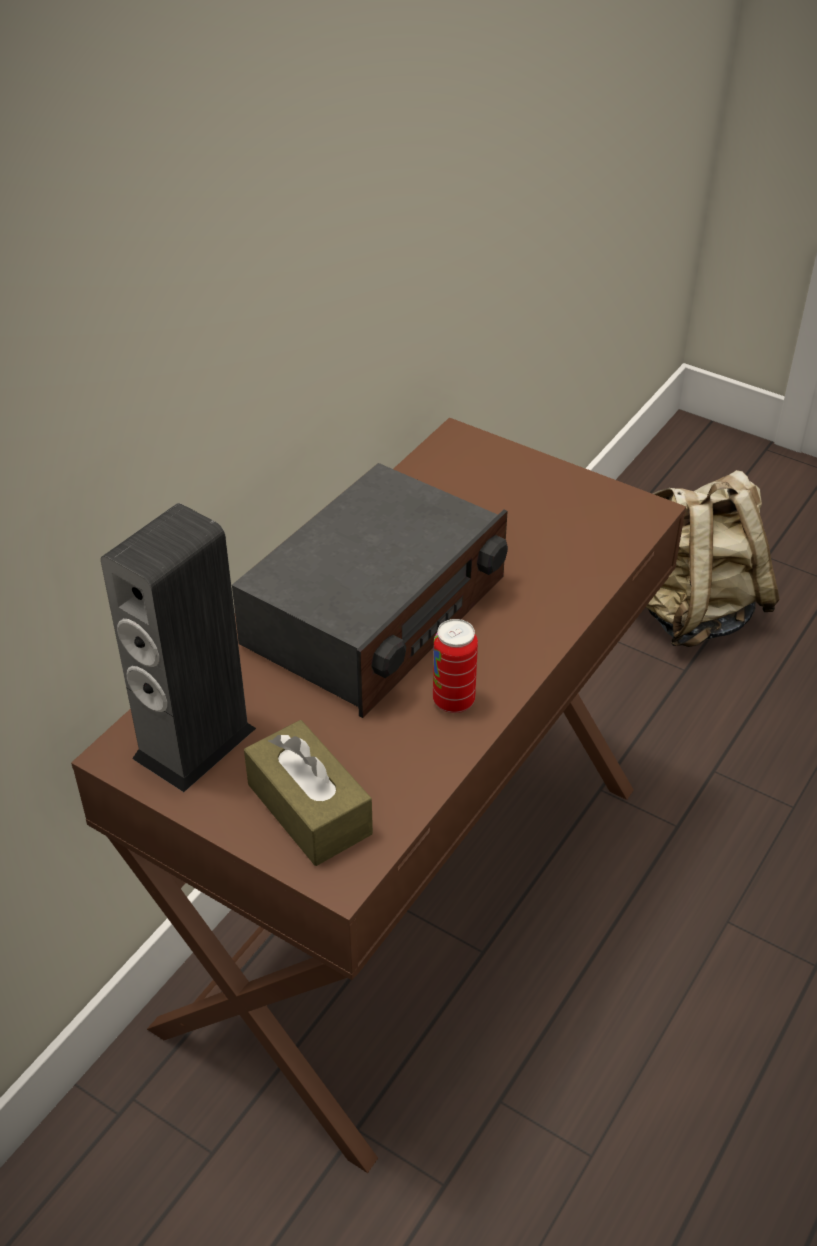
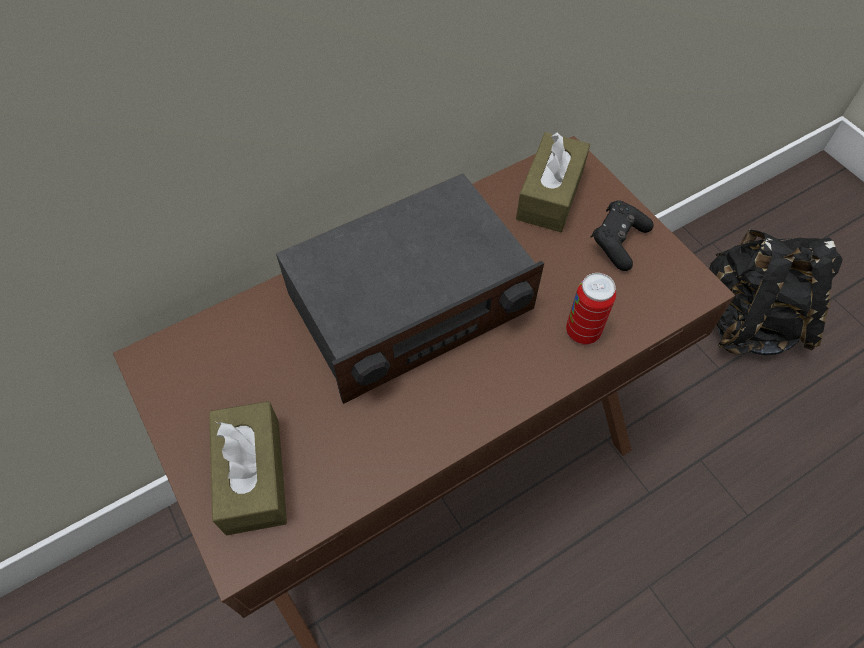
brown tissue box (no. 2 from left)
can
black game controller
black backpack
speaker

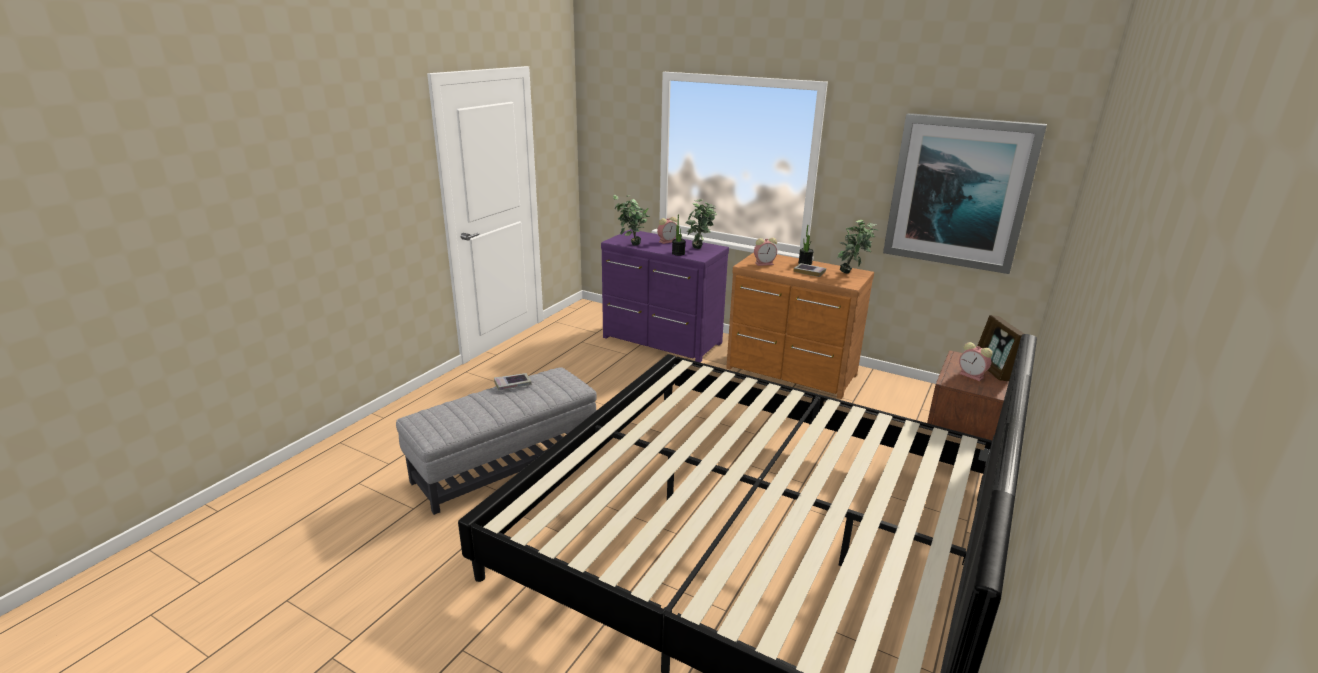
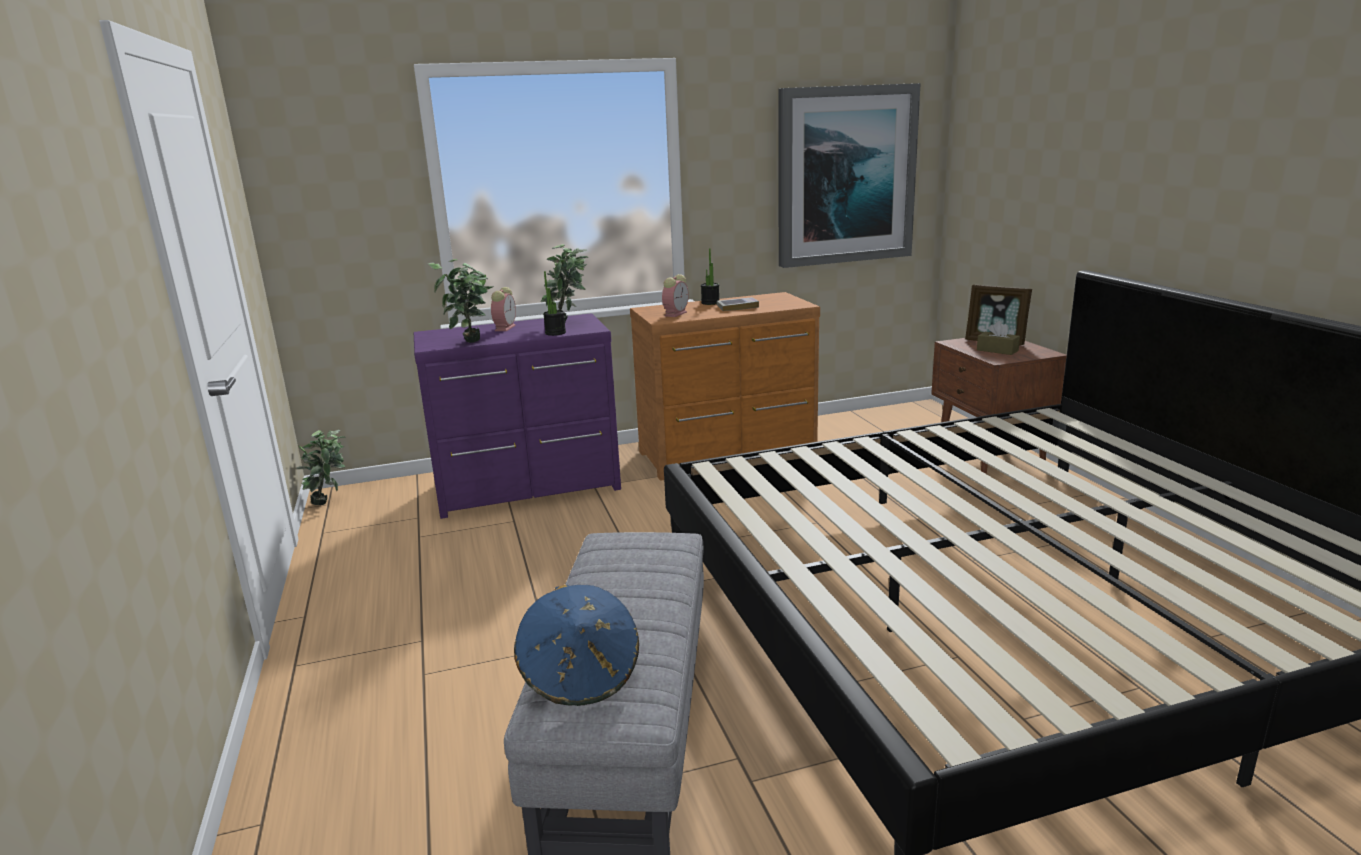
potted plant (no. 1 from left)
blue hat
brown tissue box
book (no. 1 from left in the first image)

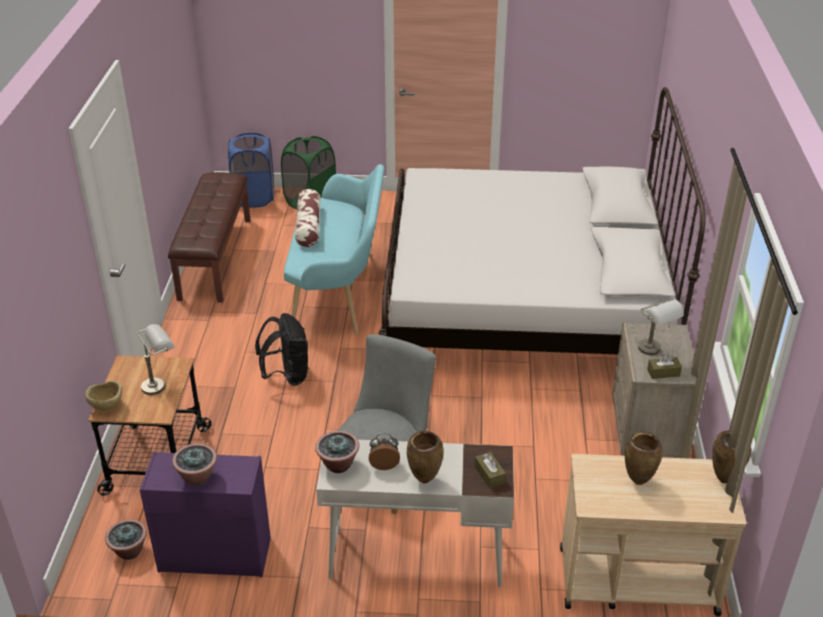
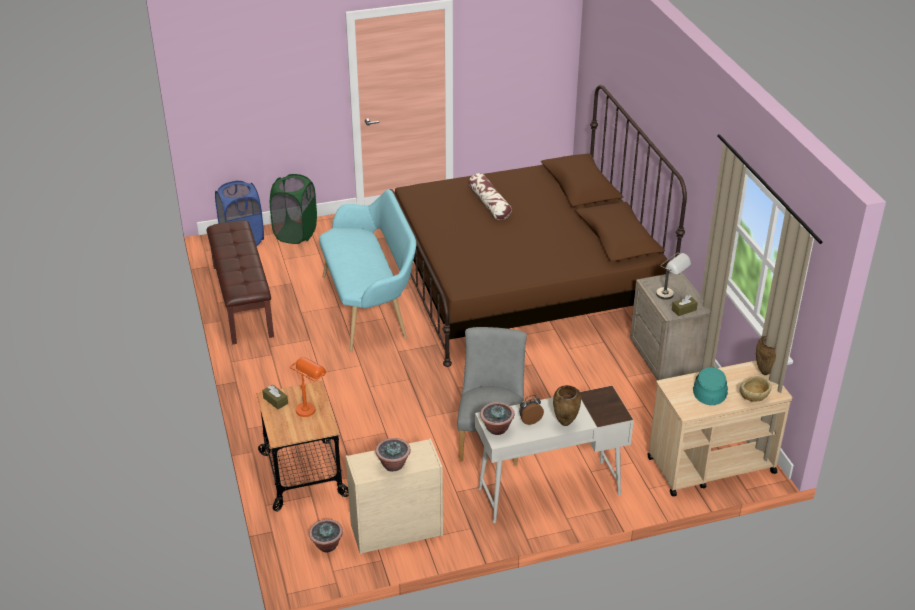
brown tissue box (no. 1 from left)
orange table lamp
beige dresser
brown bed
pillow
turquoise hat
beige bowl
black backpack

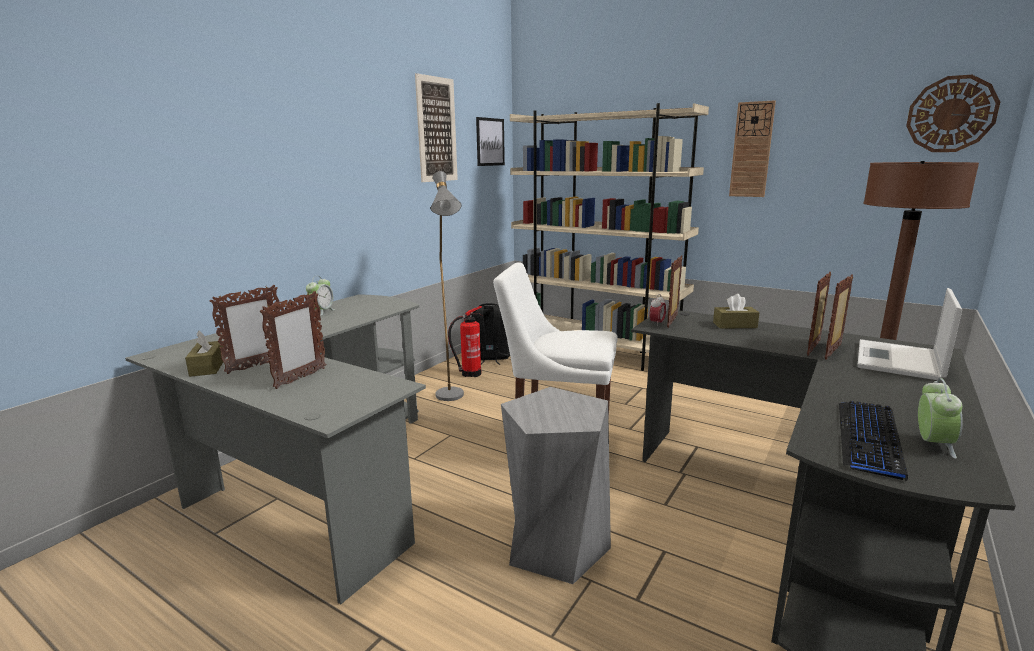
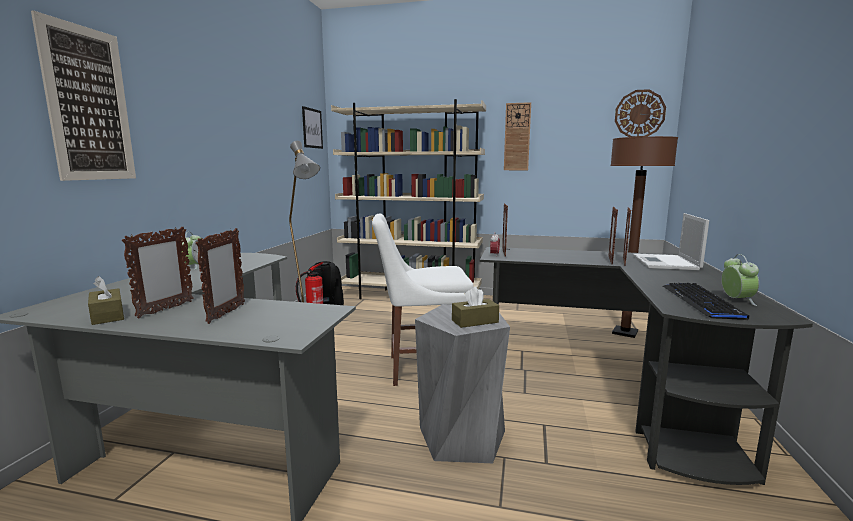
picture (no. 1 from left)
brown tissue box (no. 2 from left)

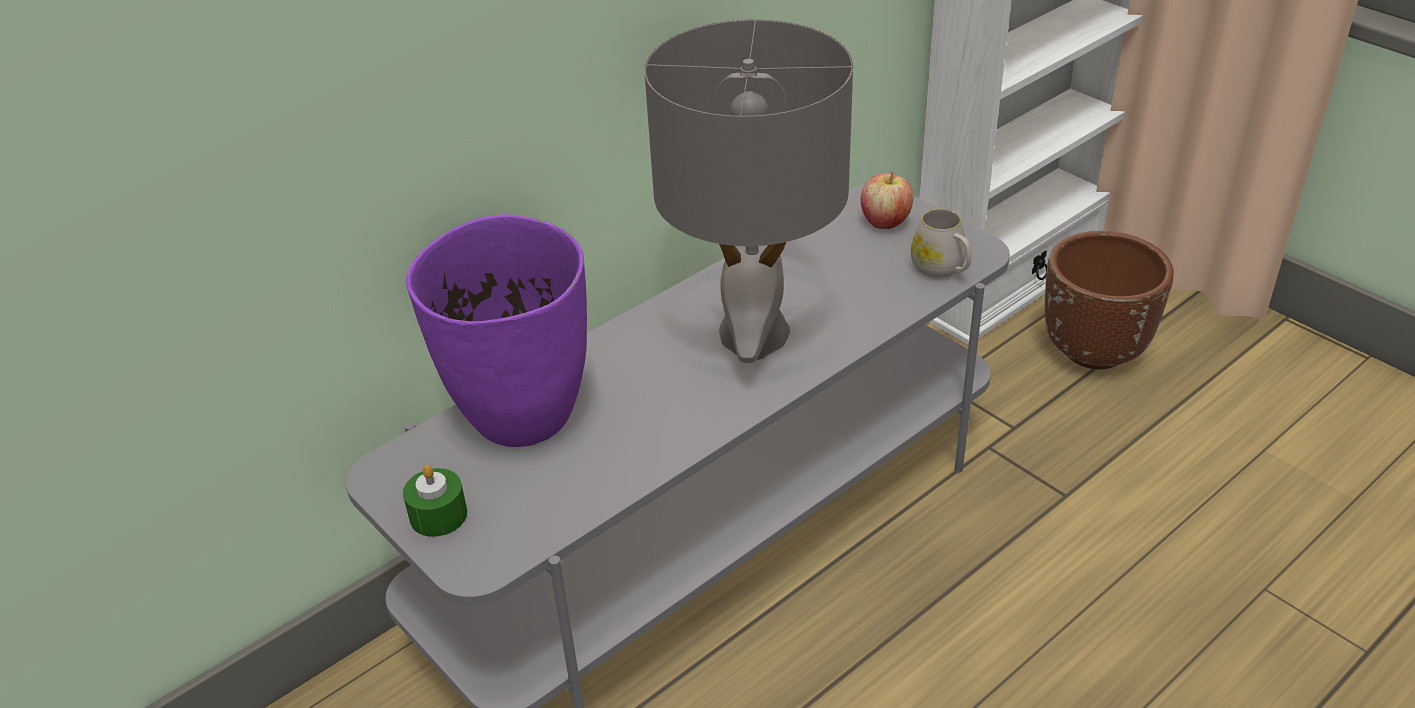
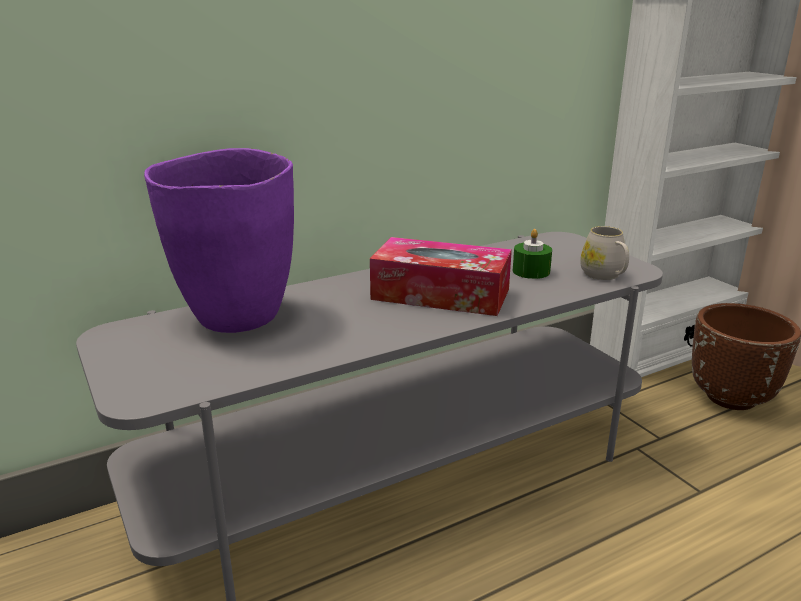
tissue box
green candle
apple

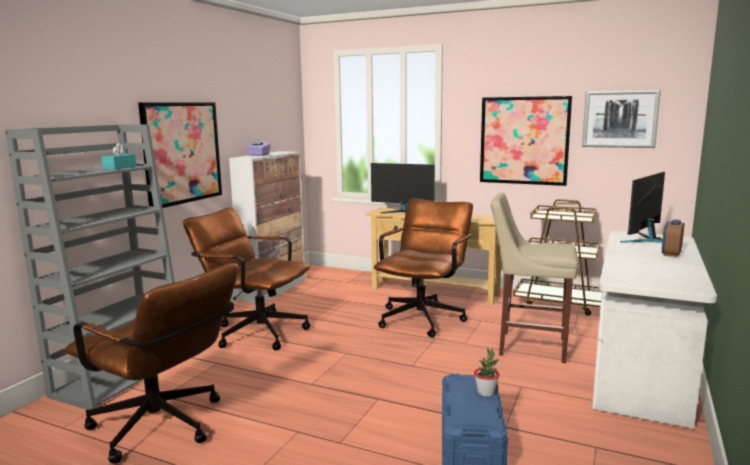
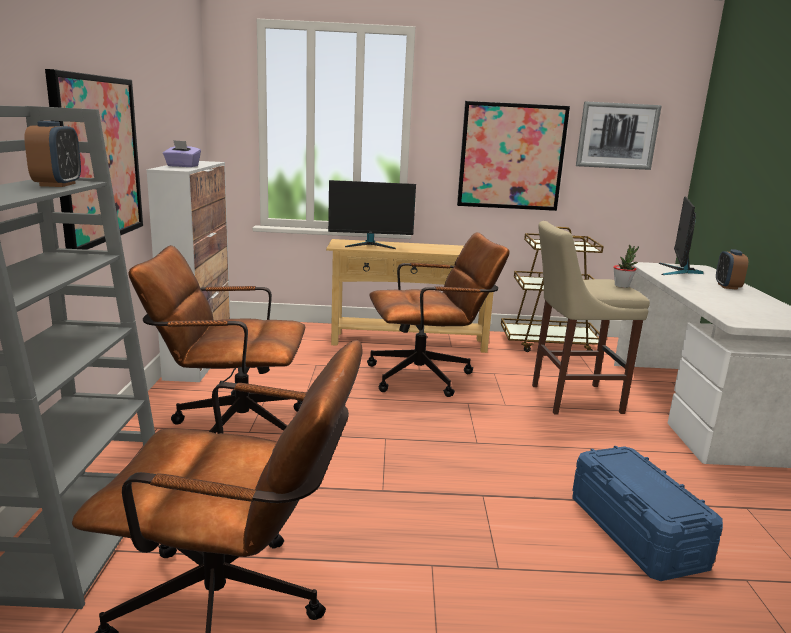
alarm clock (no. 1 from left)
brown office chair (no. 3 from left)
potted plant

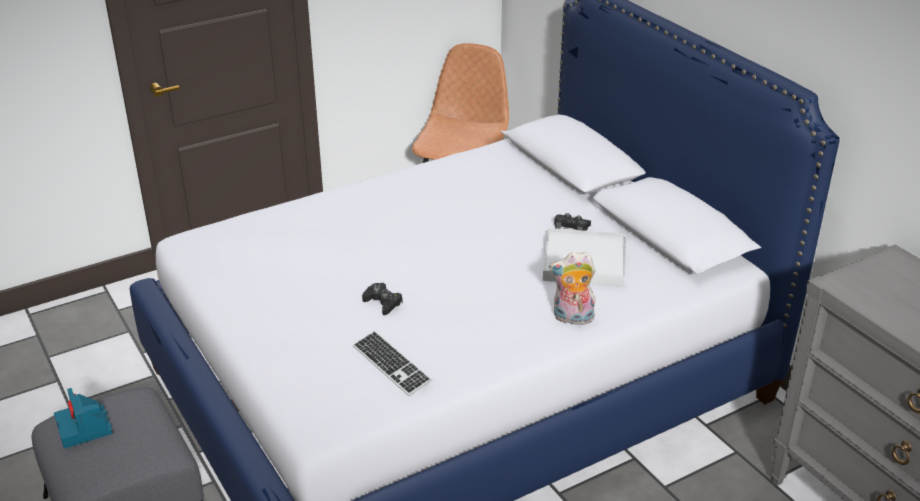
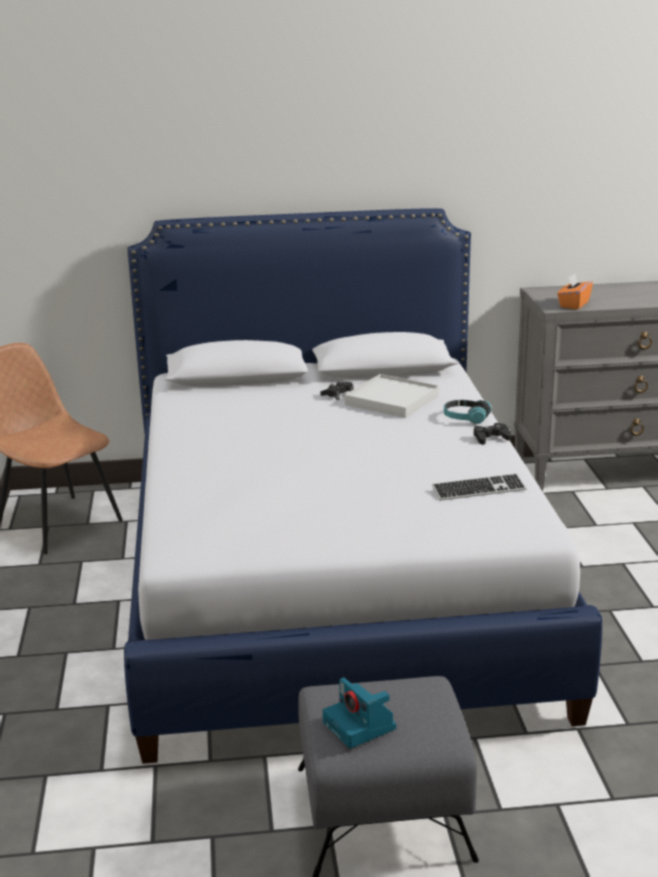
photo camera
headphones
black game controller (no. 2 from left)
orange tissue box

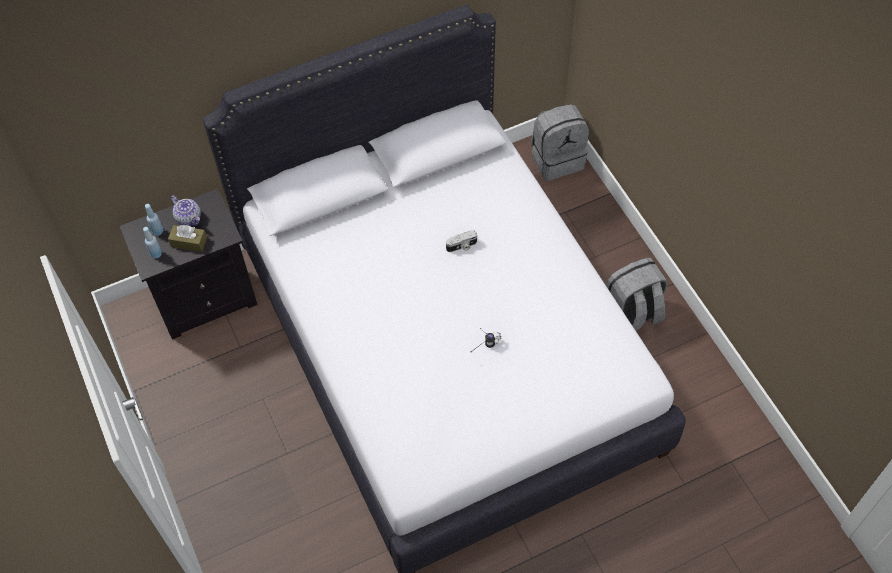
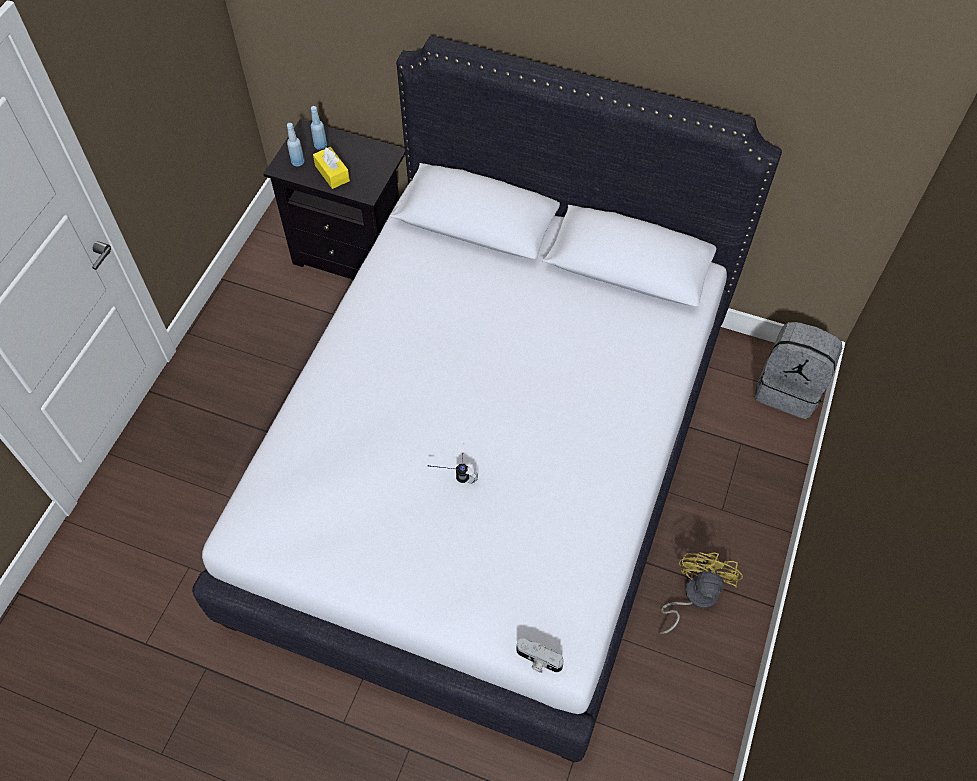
yellow tissue box
photo camera
yellow fan
teapot

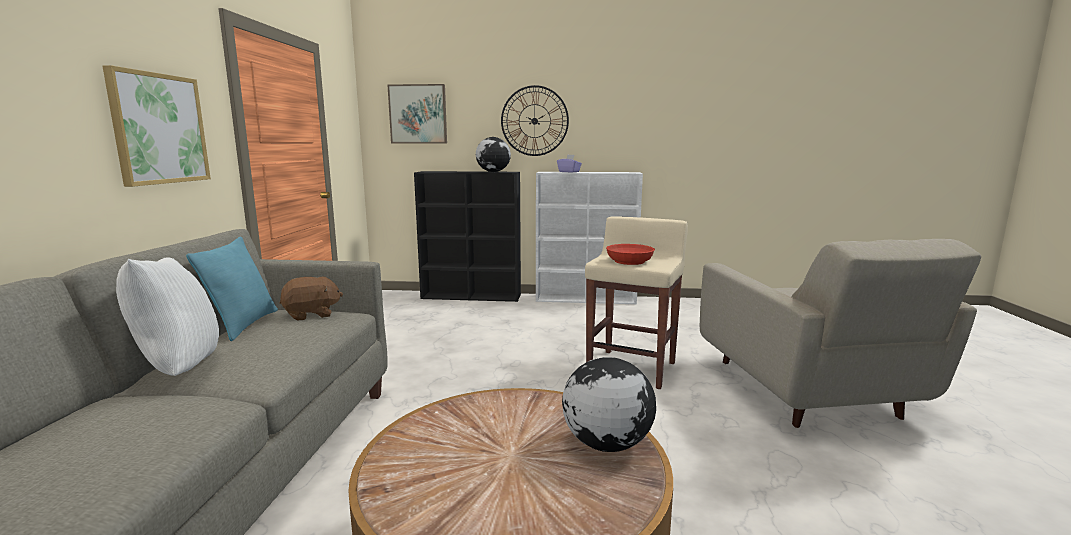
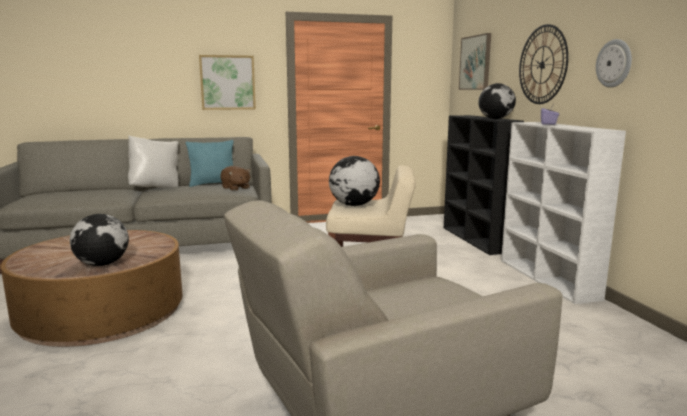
globe (no. 2 from left)
wall clock (no. 2 from left)

